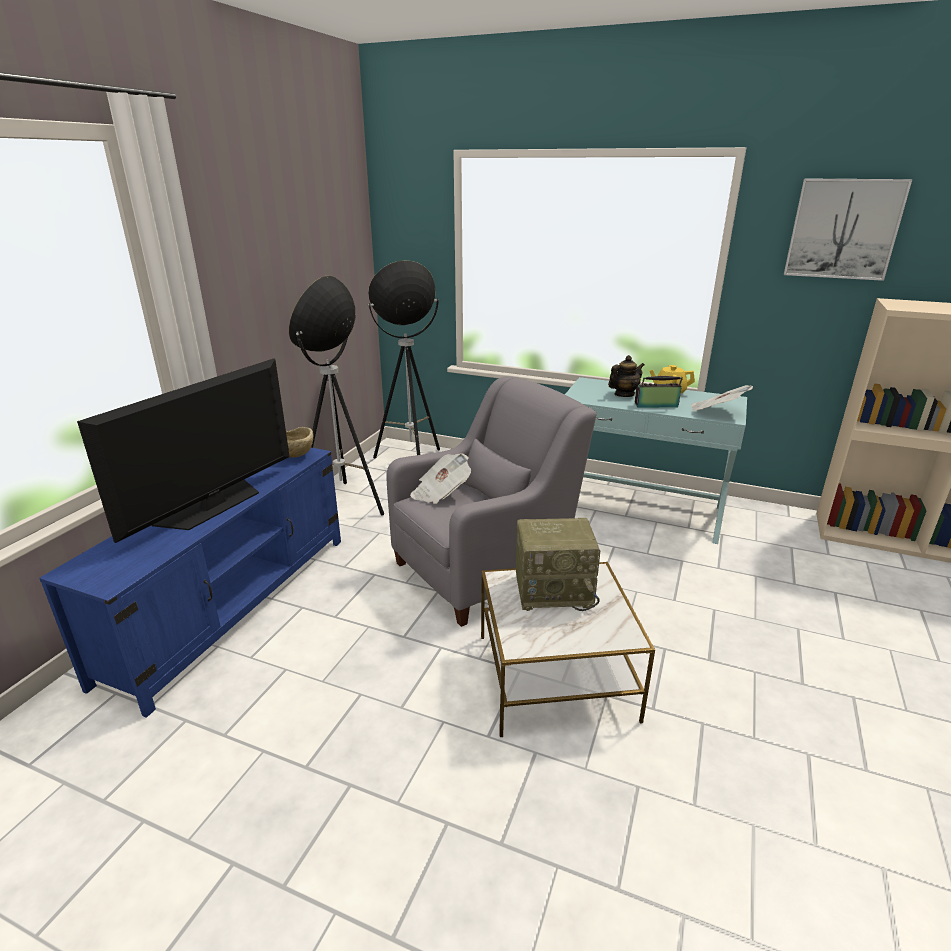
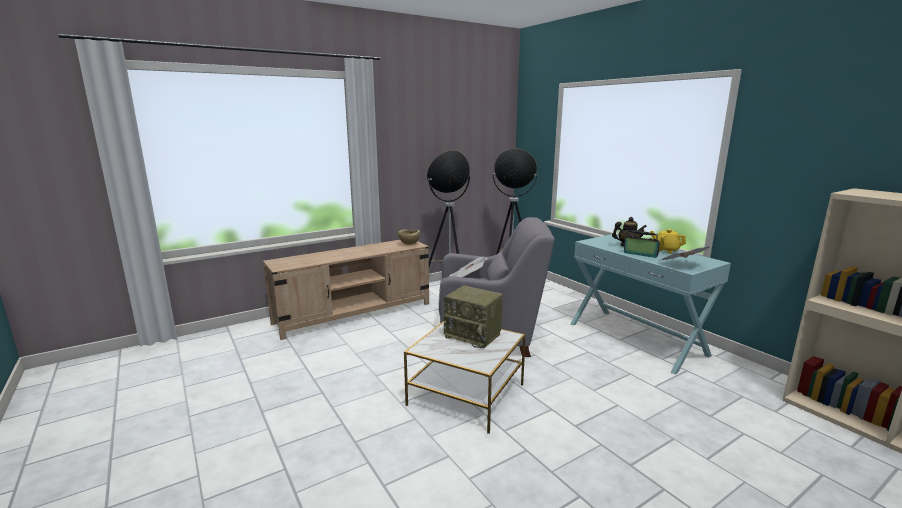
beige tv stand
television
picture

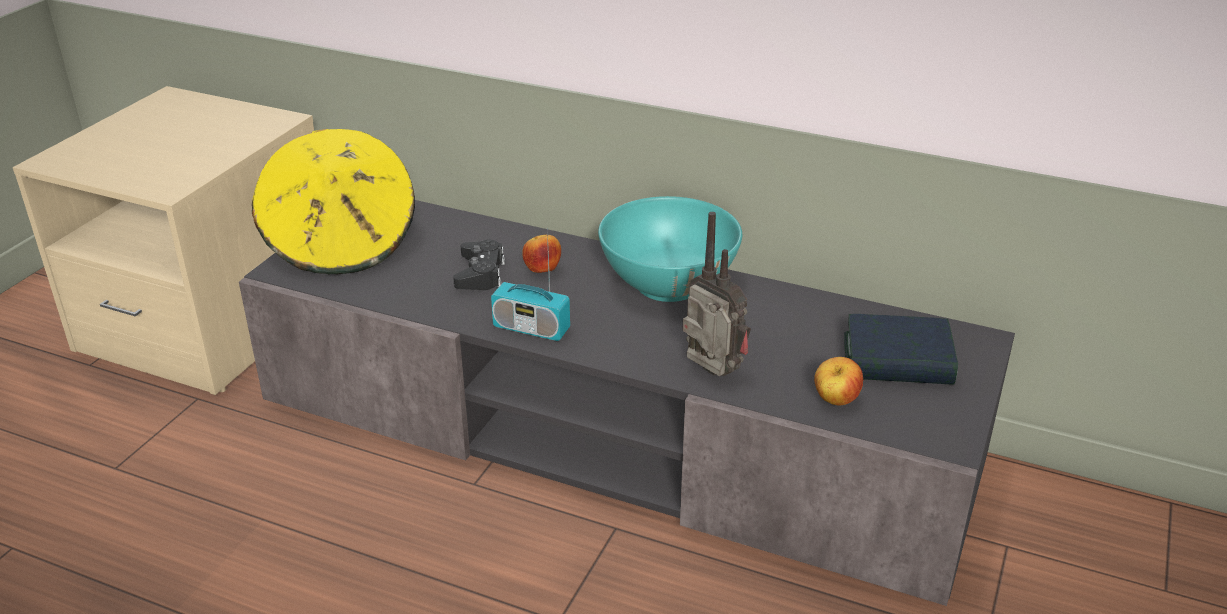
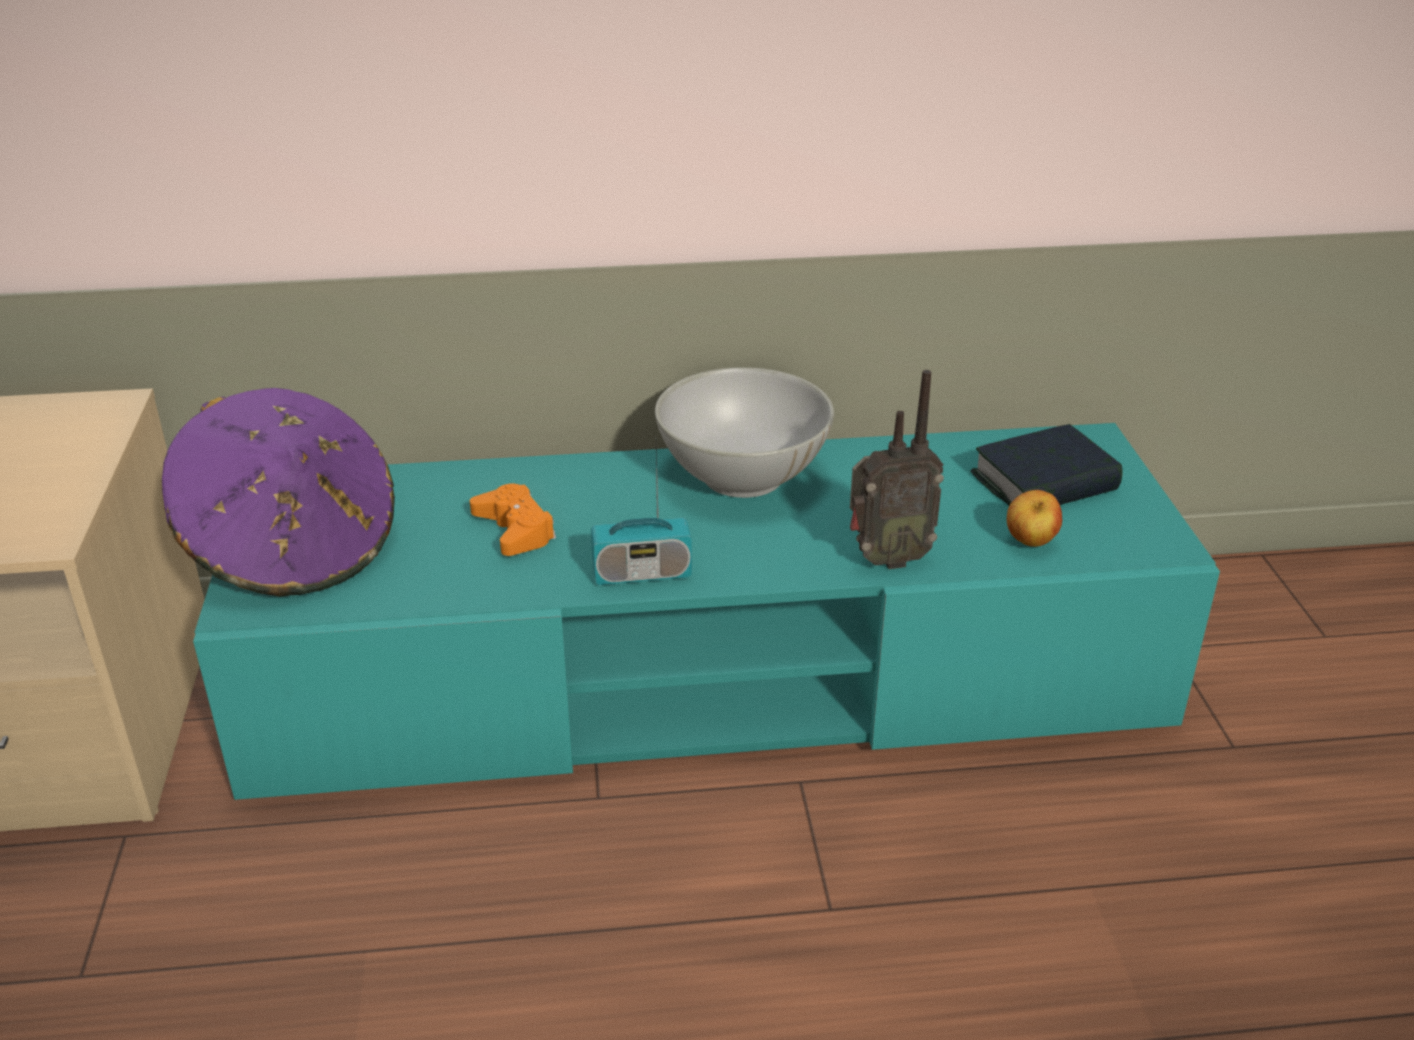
purple hat
turquoise tv stand
orange game controller
white bowl
radio (no. 2 from left)
apple (no. 1 from left in the first image)

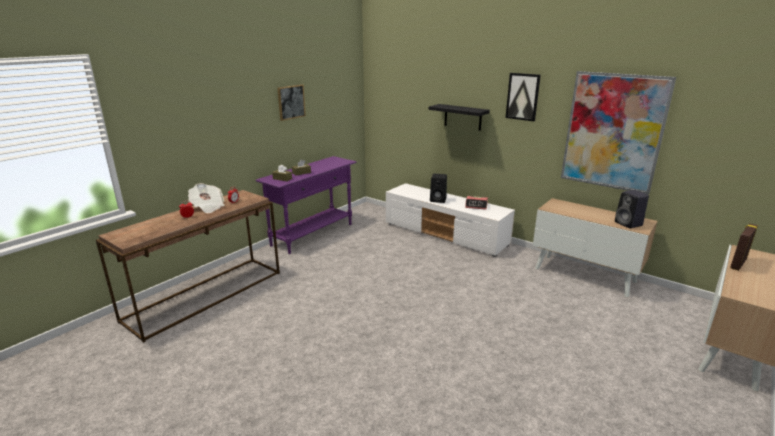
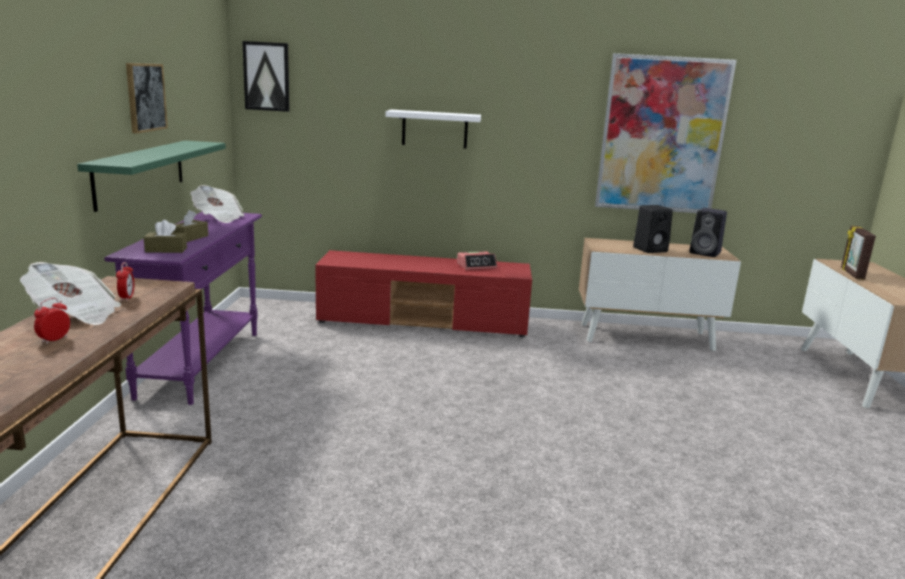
green shelf
newspaper (no. 2 from left)
picture (no. 2 from left)
red tv stand
white shelf
black speaker (no. 1 from left)

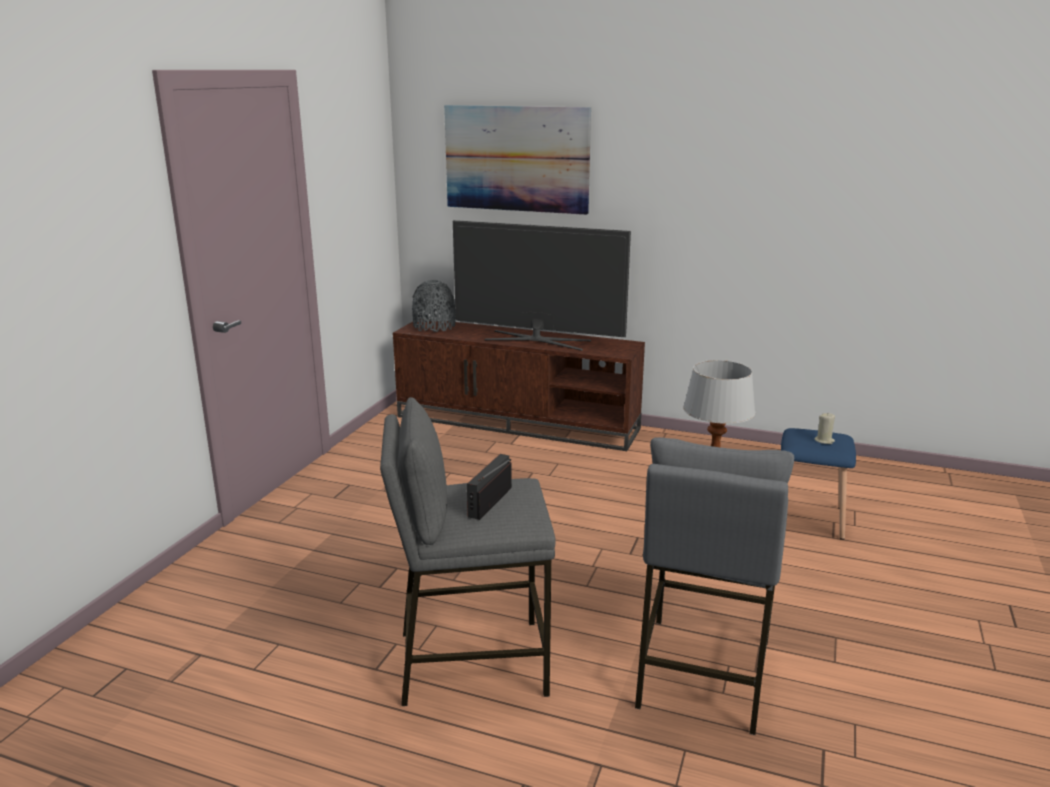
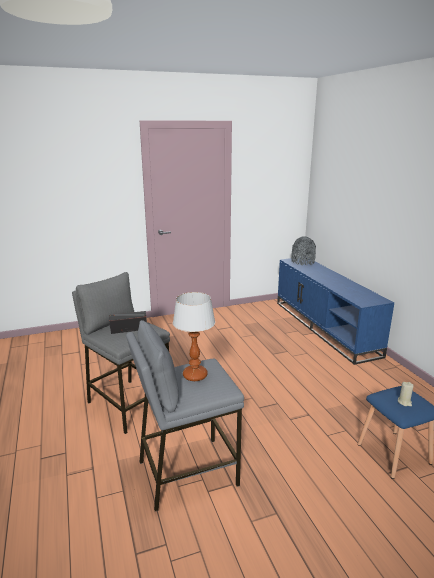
blue tv stand
picture
television

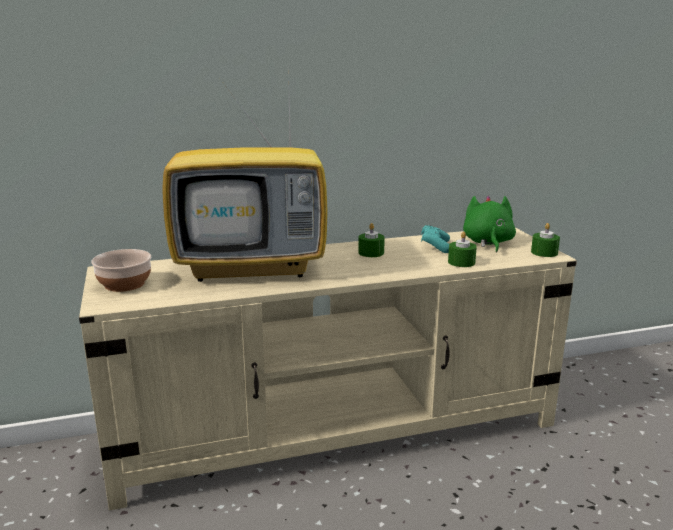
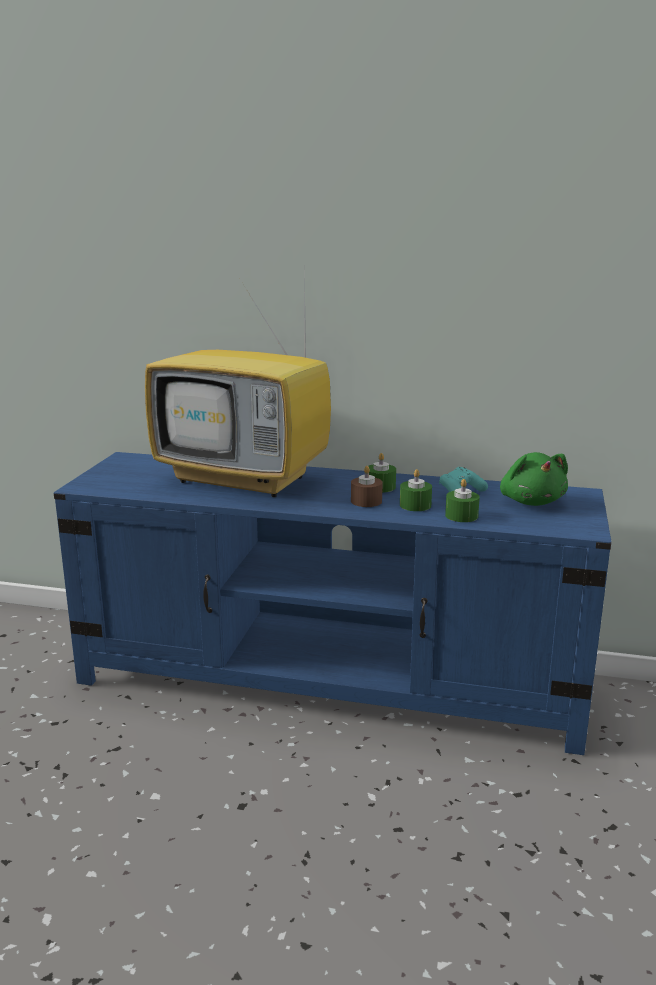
blue tv stand
brown candle
green candle (no. 2 from left)
green plush toy
bowl

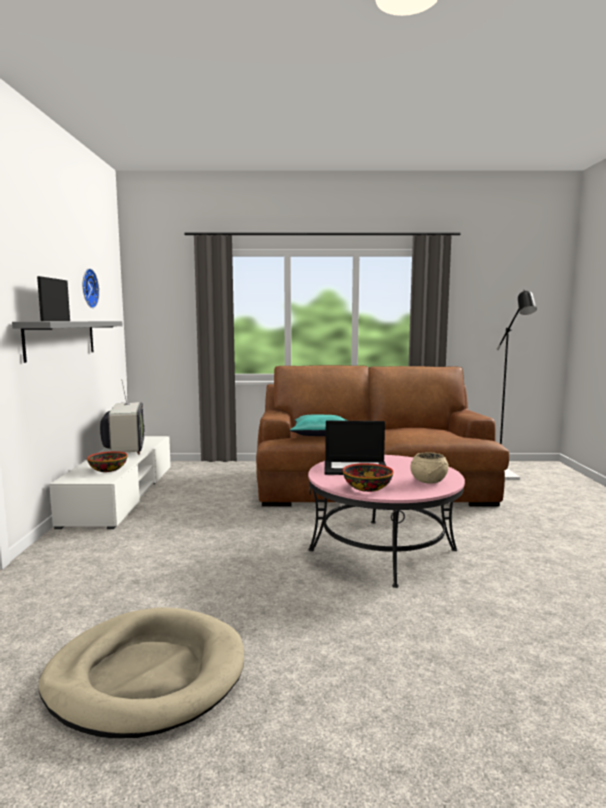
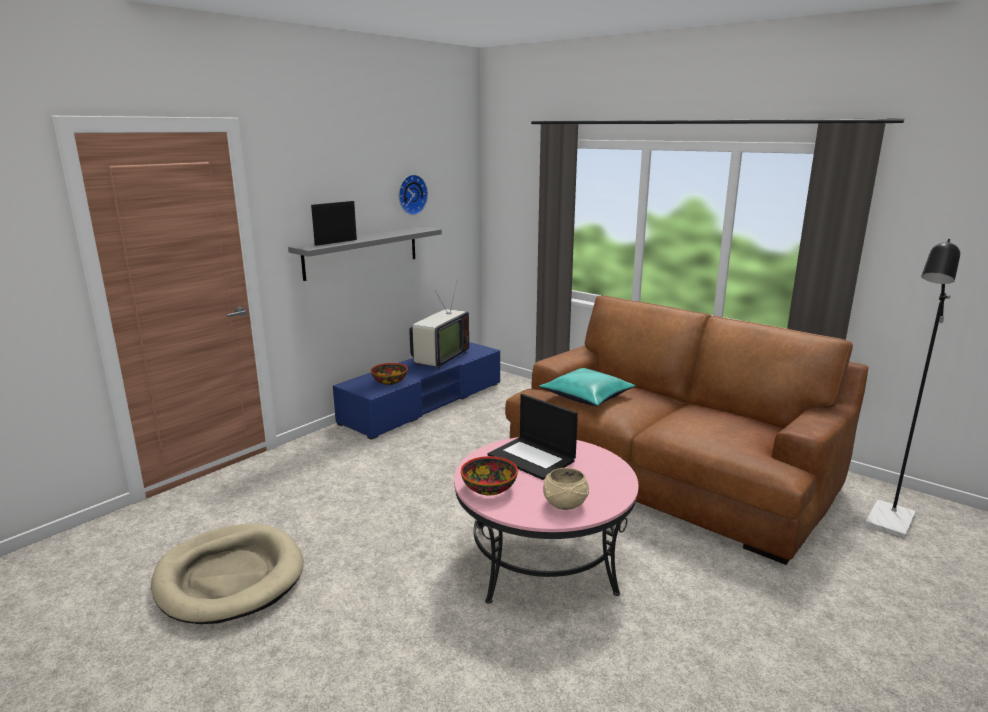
blue tv stand

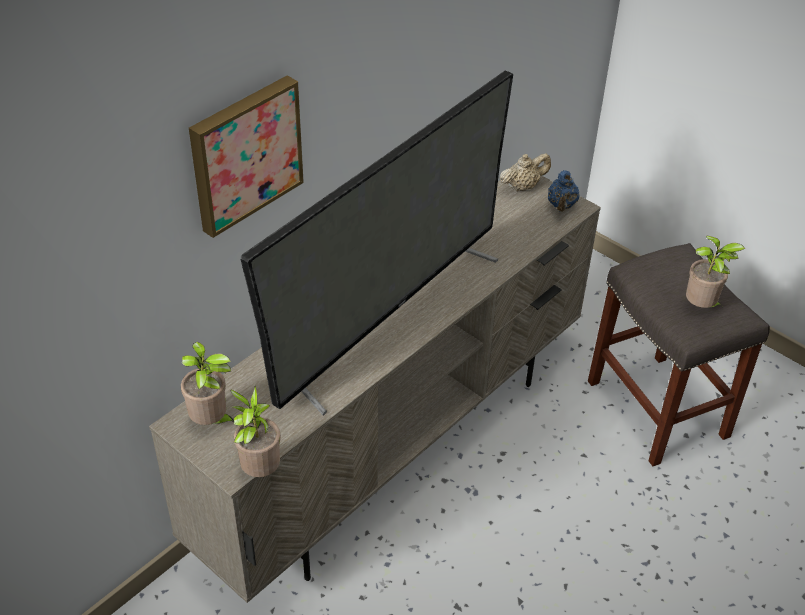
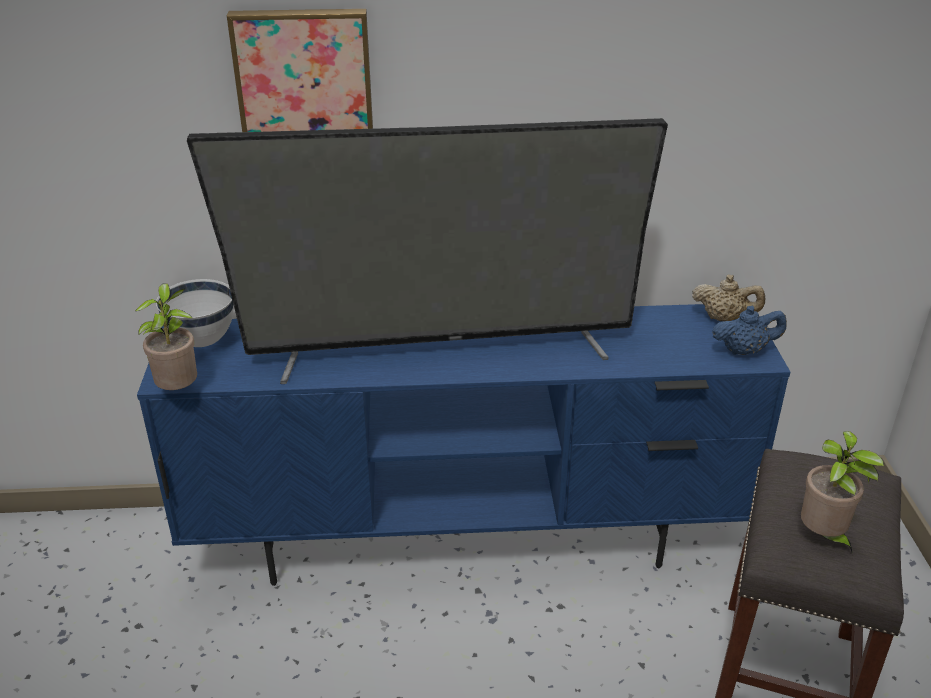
blue tv stand
white bowl
blue teapot

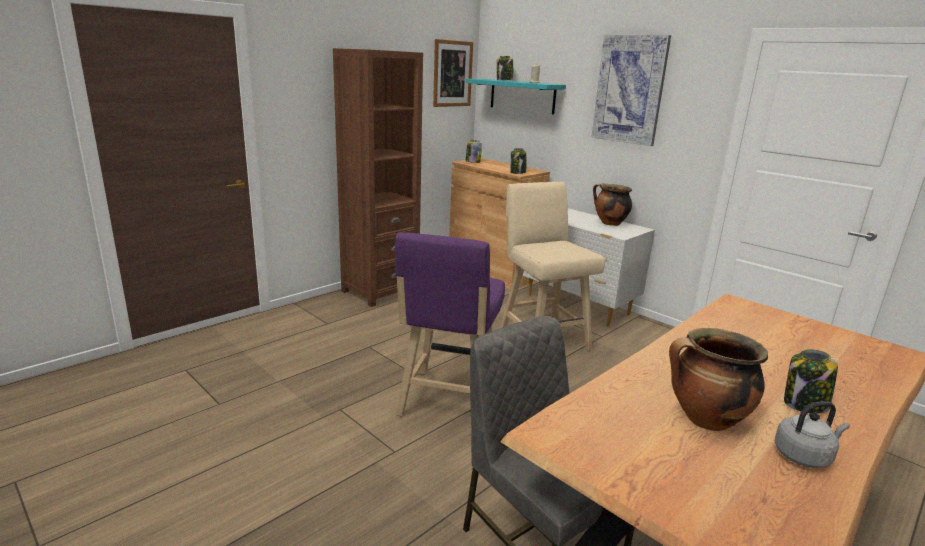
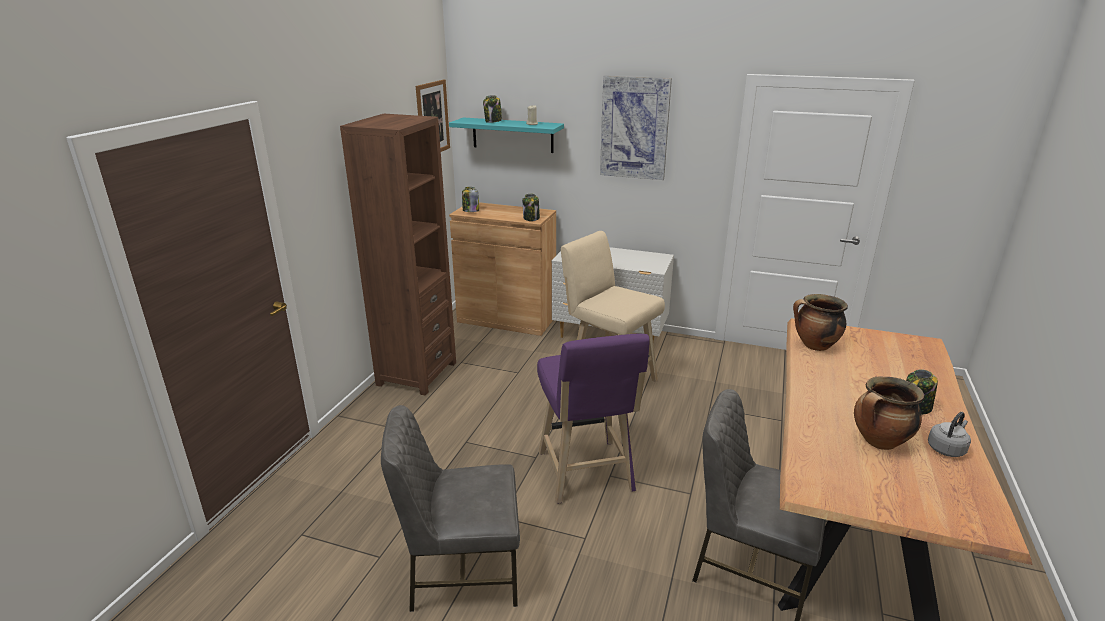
grey chair (no. 1 from left)
cooking pot (no. 1 from left)

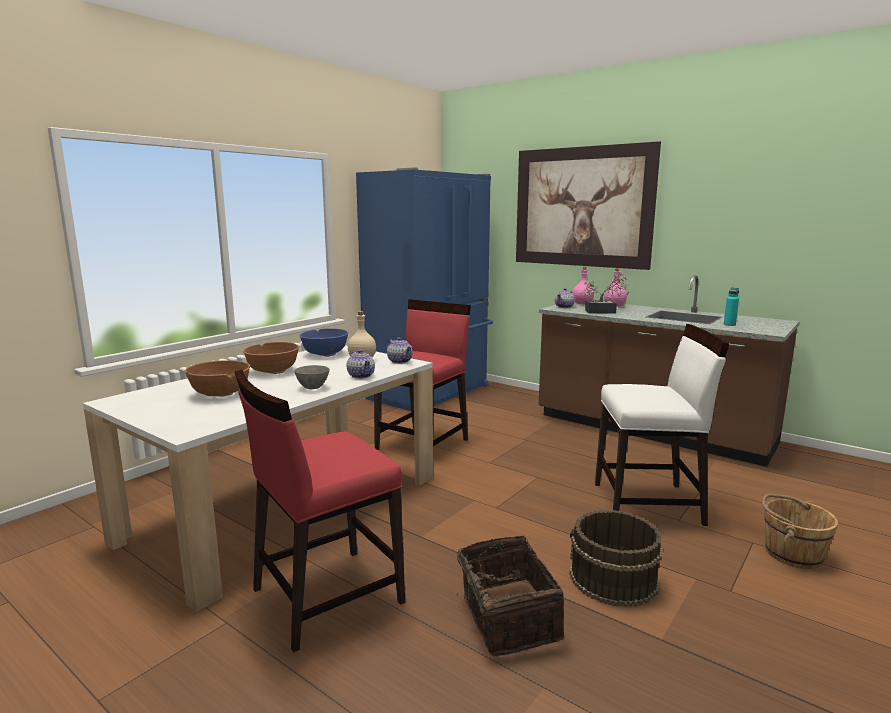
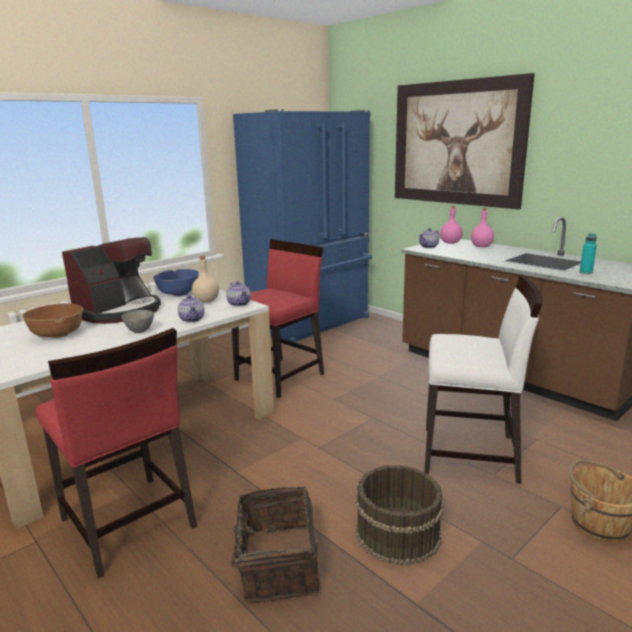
red chair (no. 1 from left)
coffee machine
potted plant

